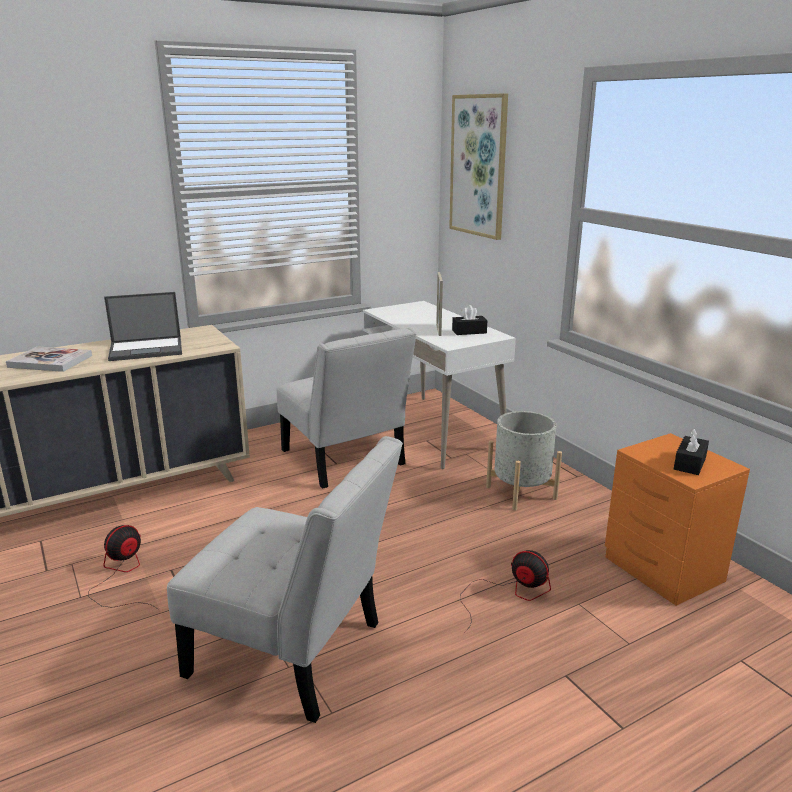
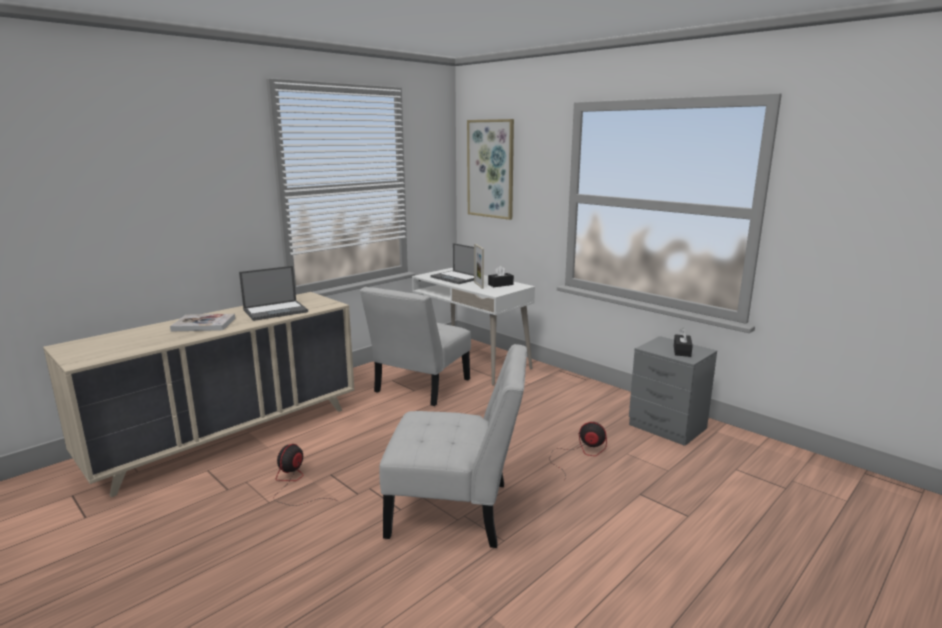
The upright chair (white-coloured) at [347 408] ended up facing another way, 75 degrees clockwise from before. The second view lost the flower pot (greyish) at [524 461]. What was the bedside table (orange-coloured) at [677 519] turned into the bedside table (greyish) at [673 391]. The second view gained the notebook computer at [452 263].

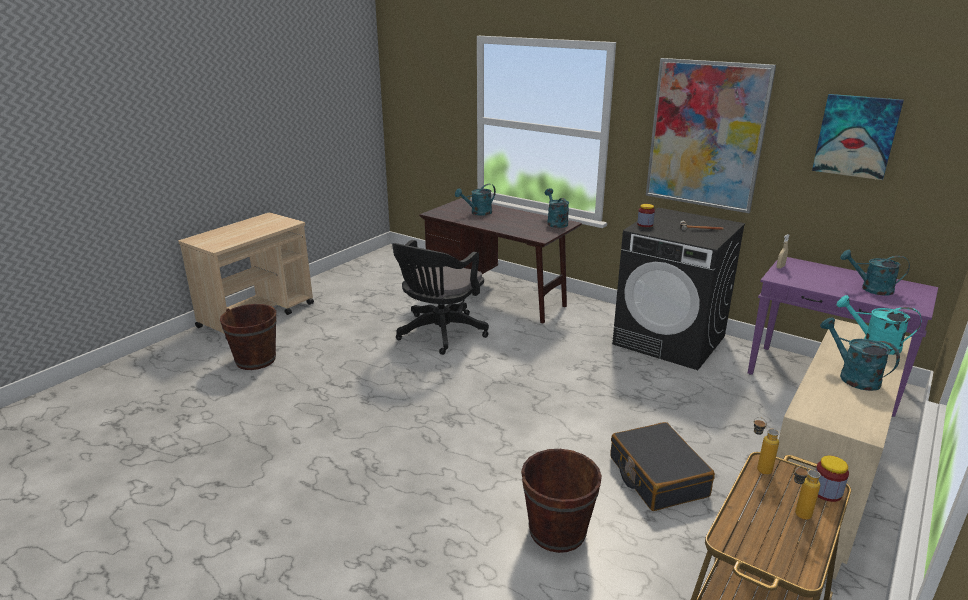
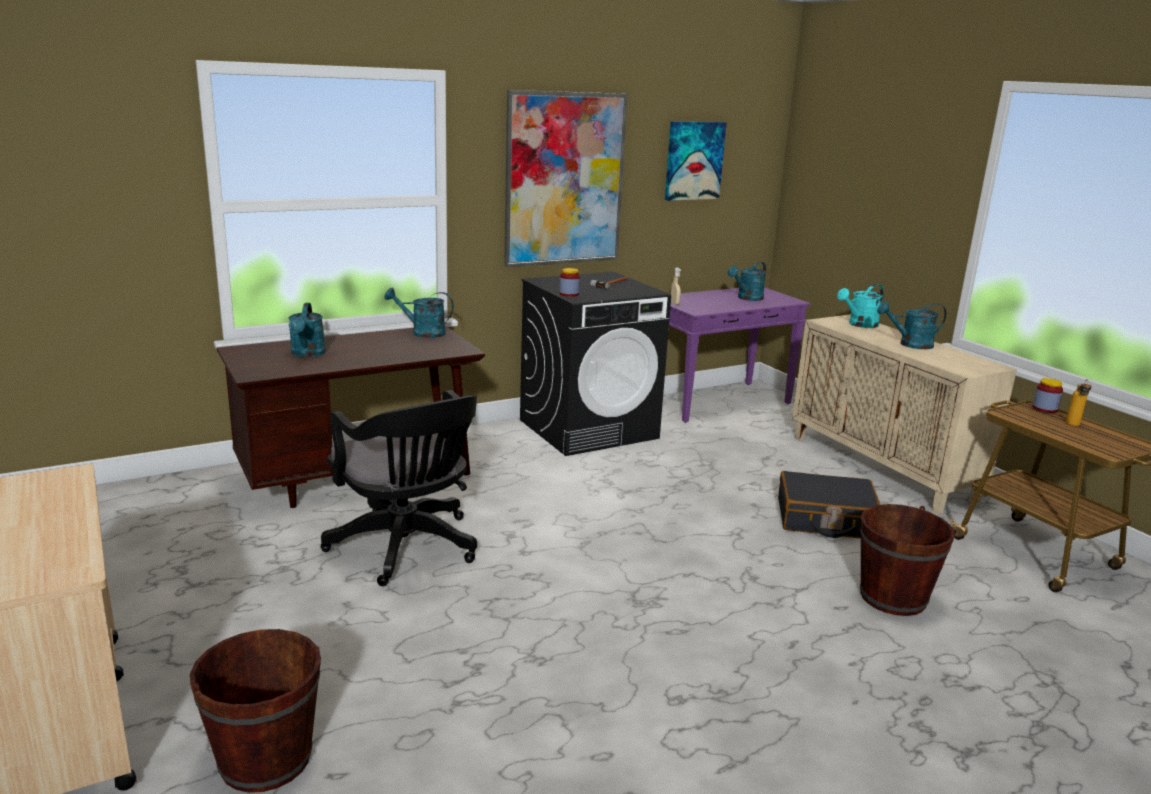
The second view lost the beverage bottle at [766 446].

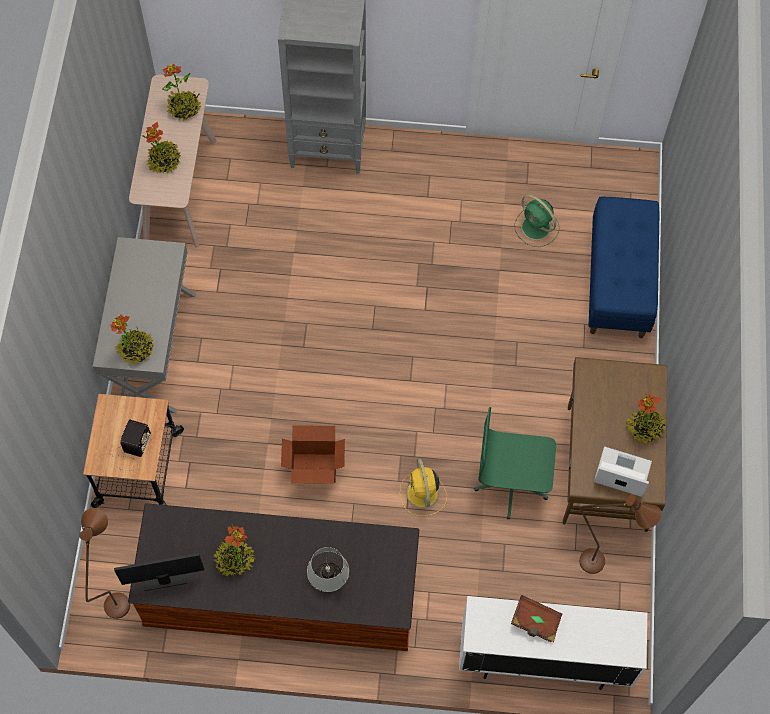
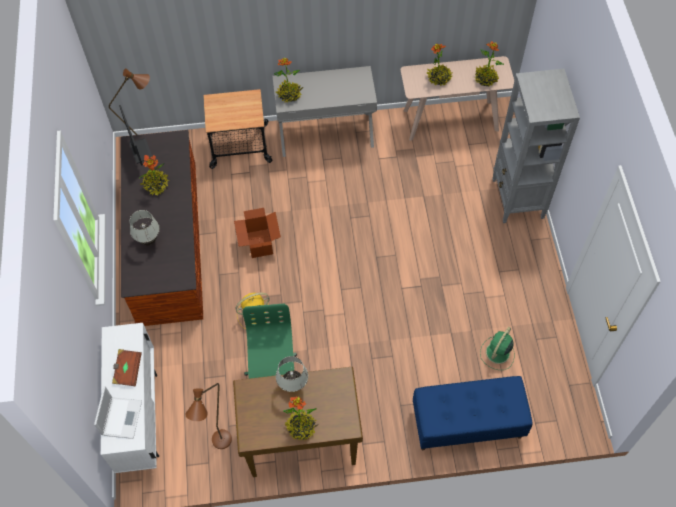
The second view lost the radio at [130 445]. The notebook computer ended up elsewhere, having gone from [623 471] to [118 412]. The second view gained the lamp for a table (white-coloured) at [292 374].

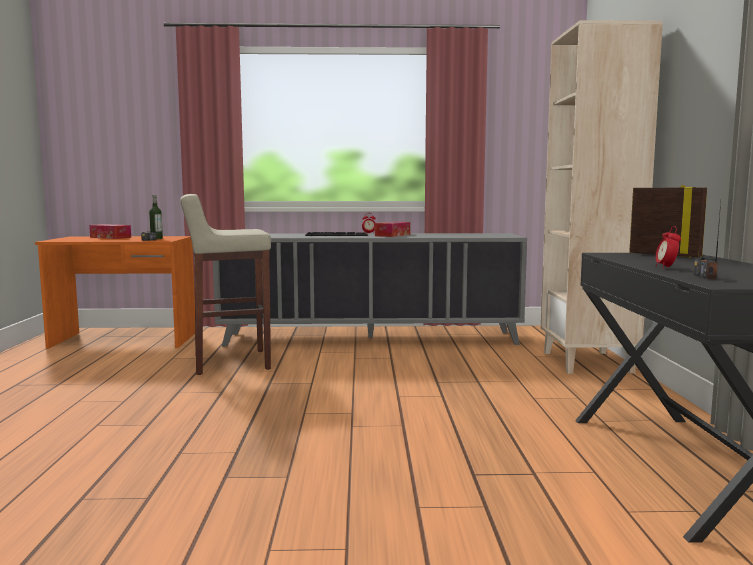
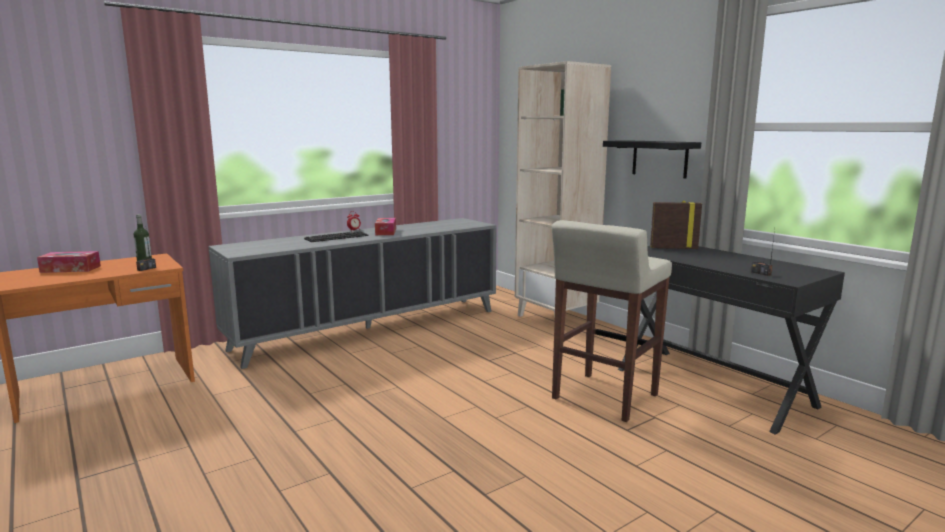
The sitting stool (beige) ended up elsewhere, having gone from [225 284] to [611 321]. The second view lost the table clock at [668 247]. The second view gained the wall shelf (blackish) at [652 159].

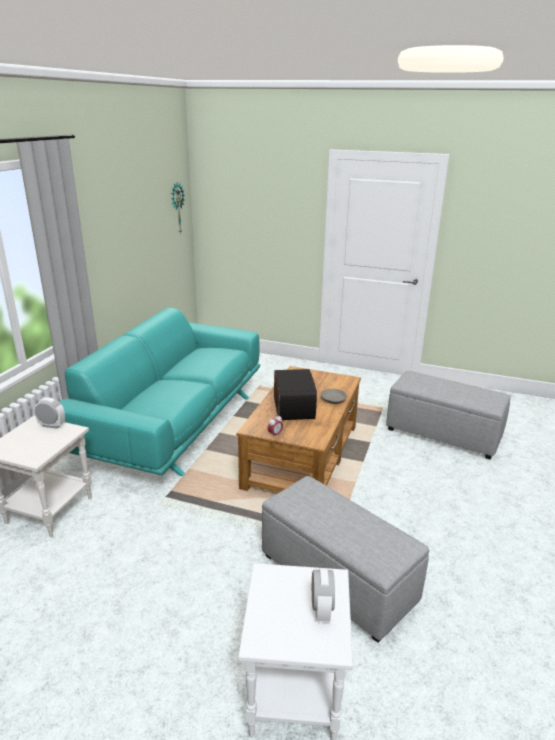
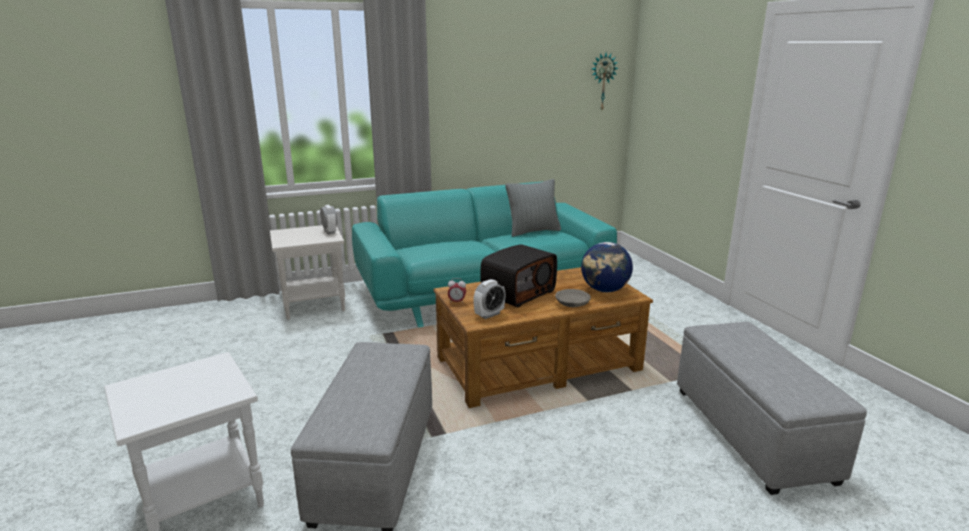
The table clock ended up elsewhere, having gone from [323 595] to [489 299]. The second view gained the pillow (greyish) at [533 208]. The second view gained the desk globe at [607 267].

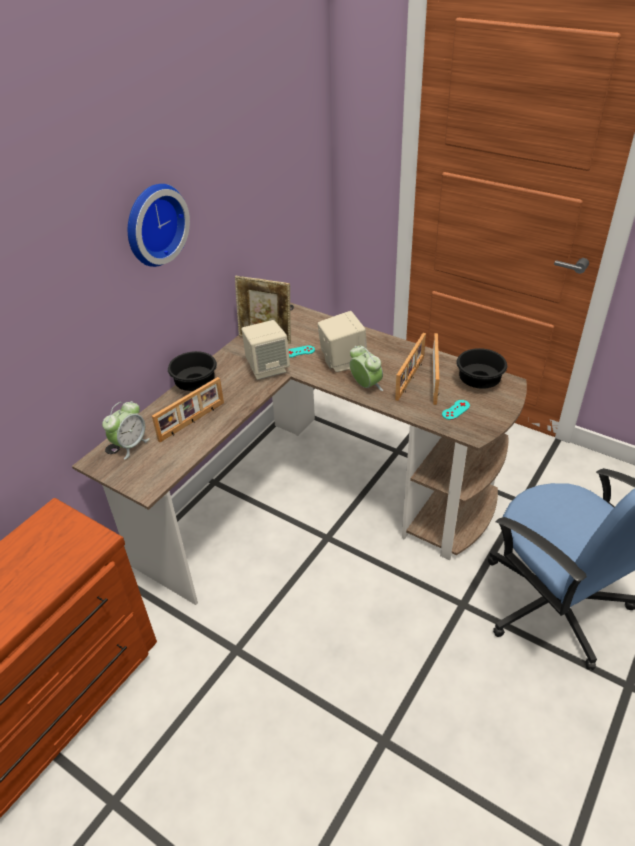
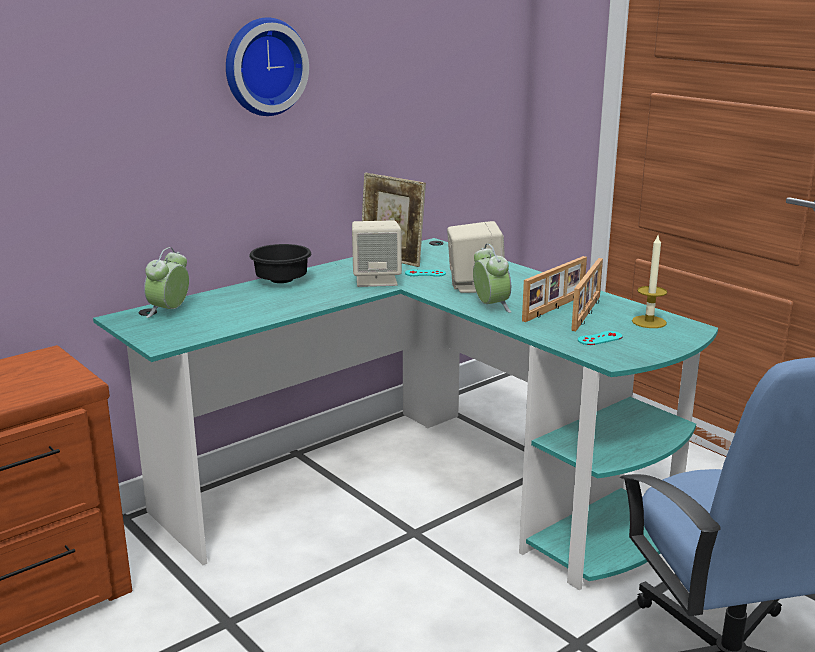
What was the desk (brown-coloured) at [299 453] turned into the desk (blue-green) at [405 414]. Where the deep dish (blackish) stood at [481 368], the wax candle came to stand at [649 282]. The second view lost the standing frame at [188 409]. The table clock at [126 430] ended up facing another way, 150 degrees clockwise from before.

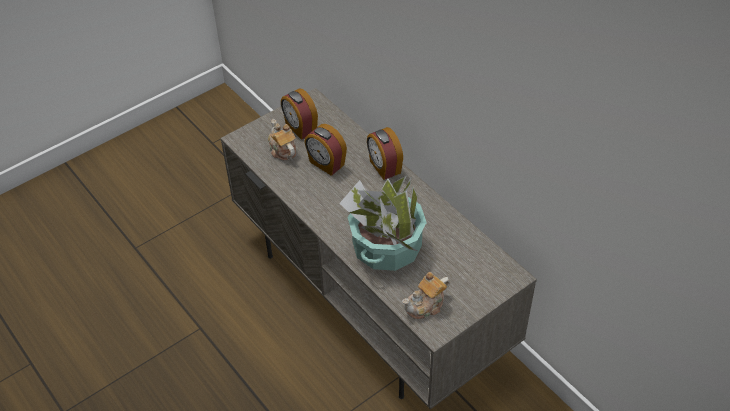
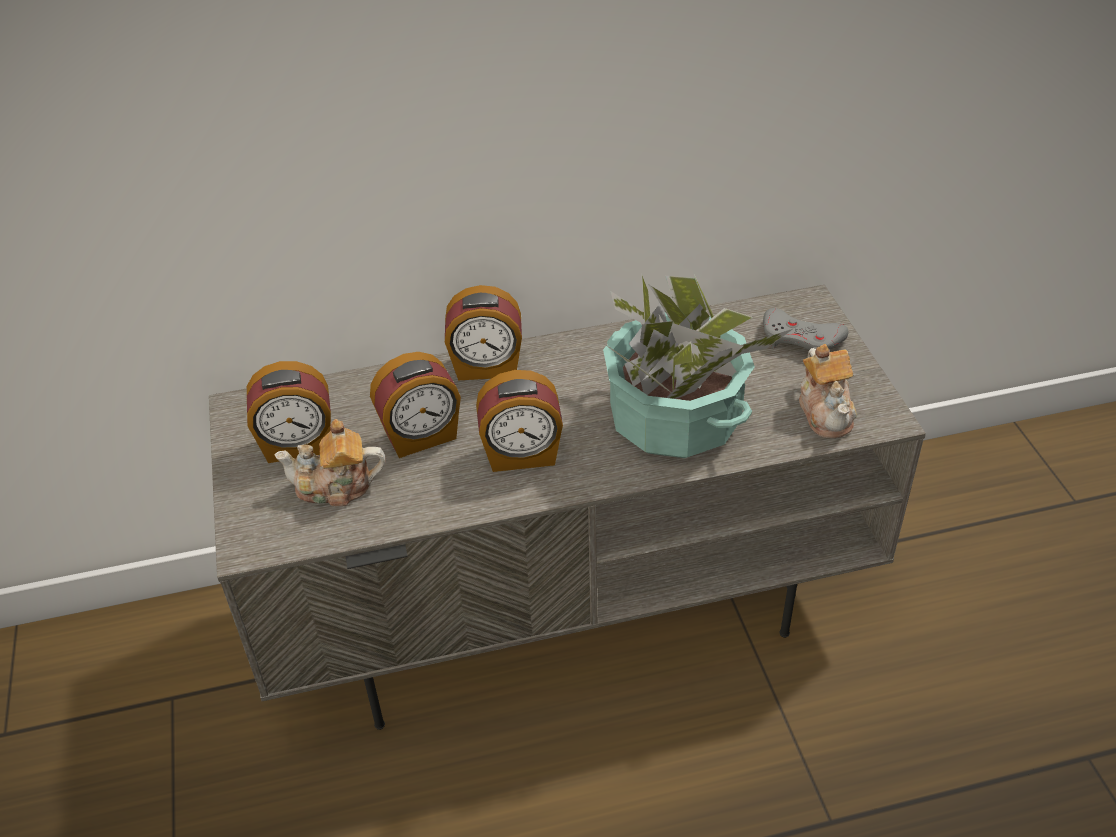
The second view gained the game controller (greyish) at [805 329]. The second view gained the table clock at [519 421].

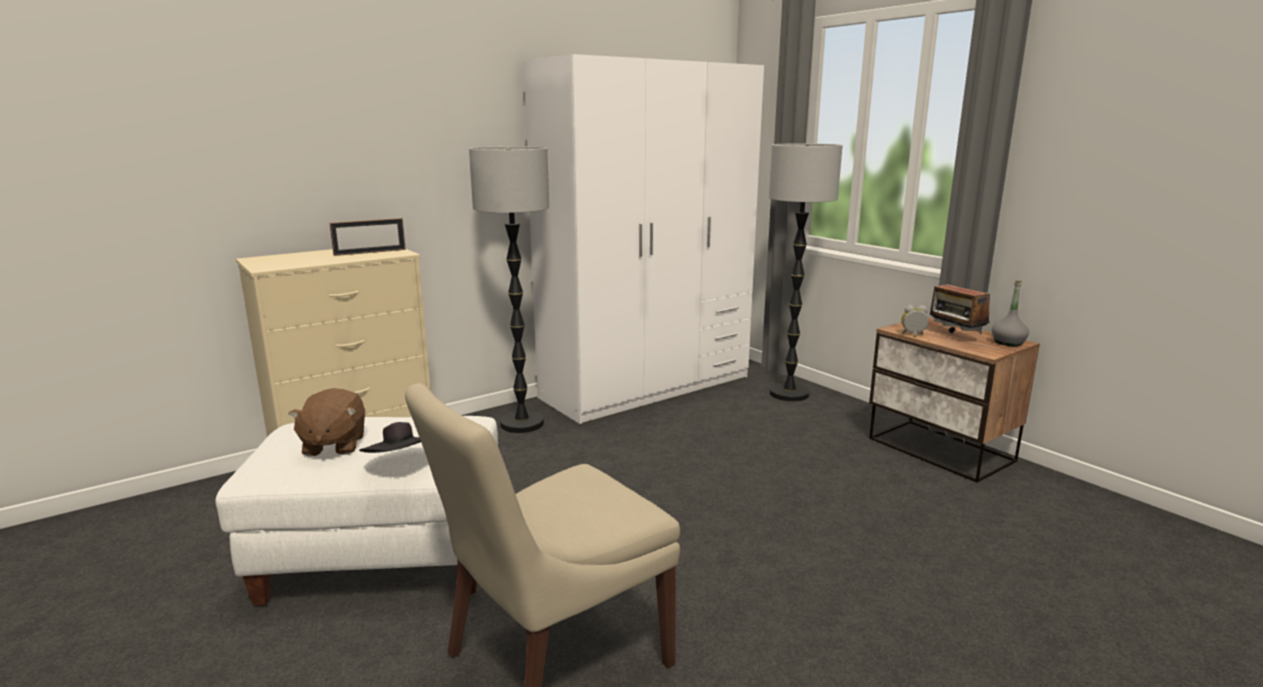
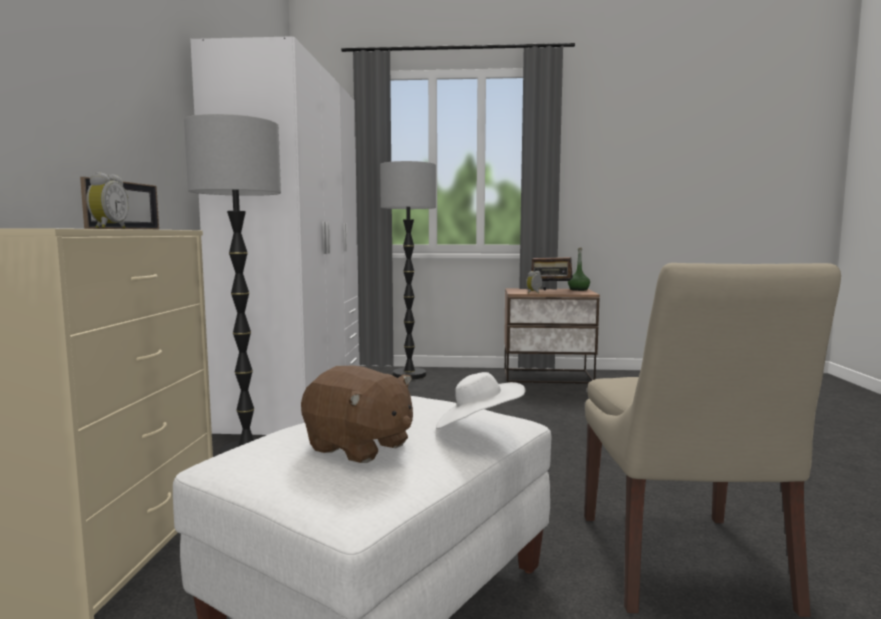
What was the beverage bottle (greyish) at [1010 313] turned into the beverage bottle (green-coloured) at [579 269]. What was the wearable hat (blackish) at [390 437] turned into the wearable hat (white-coloured) at [481 400]. The second view gained the table clock at [108 200].

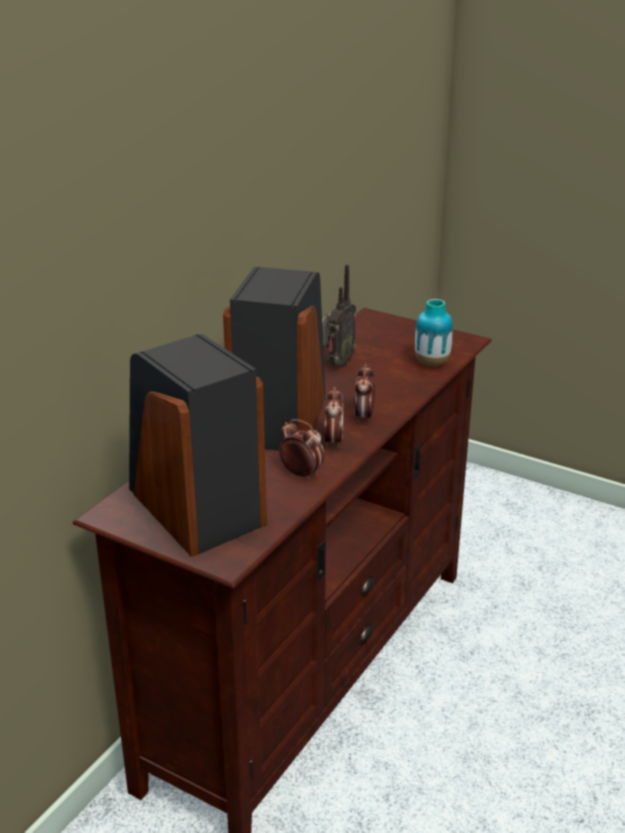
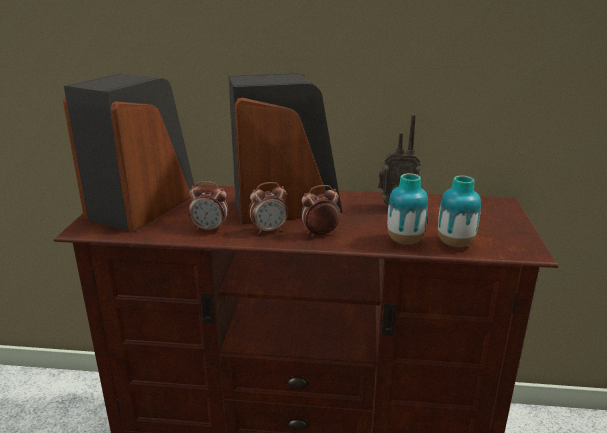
The table clock at [302 449] ended up facing another way, 90 degrees clockwise from before. The second view gained the vase at [407 208].

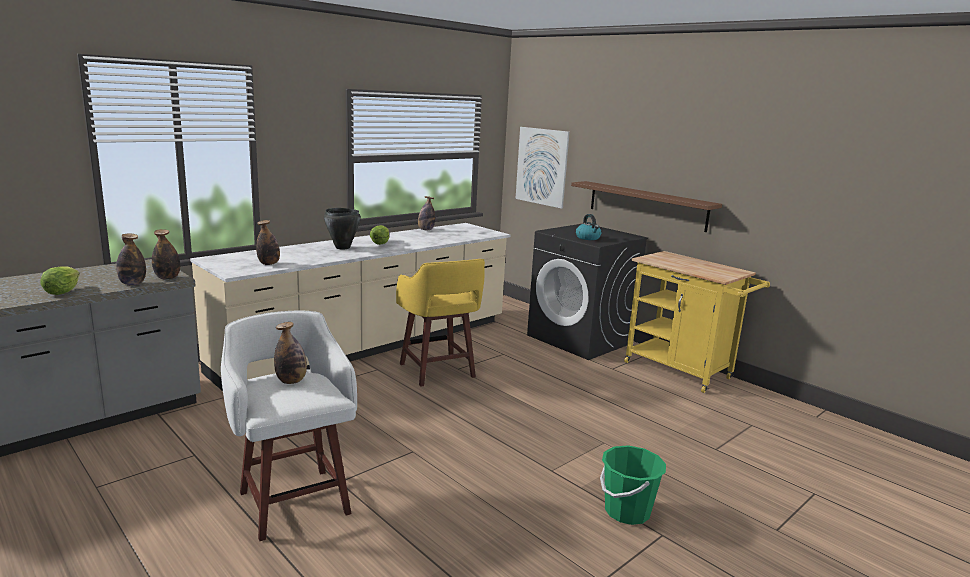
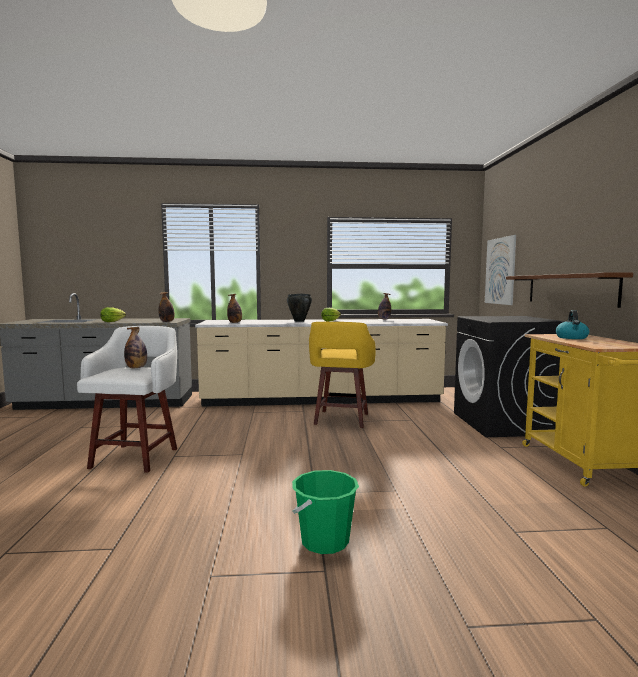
The tea kettle ended up elsewhere, having gone from [589 227] to [573 324]. The second view lost the beverage bottle at [131 259].

